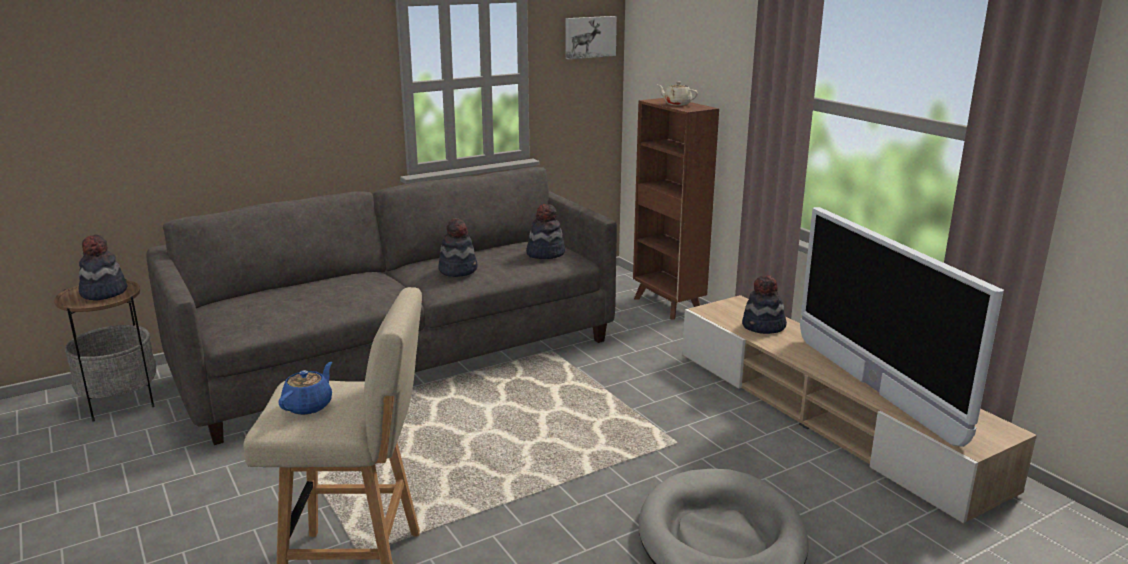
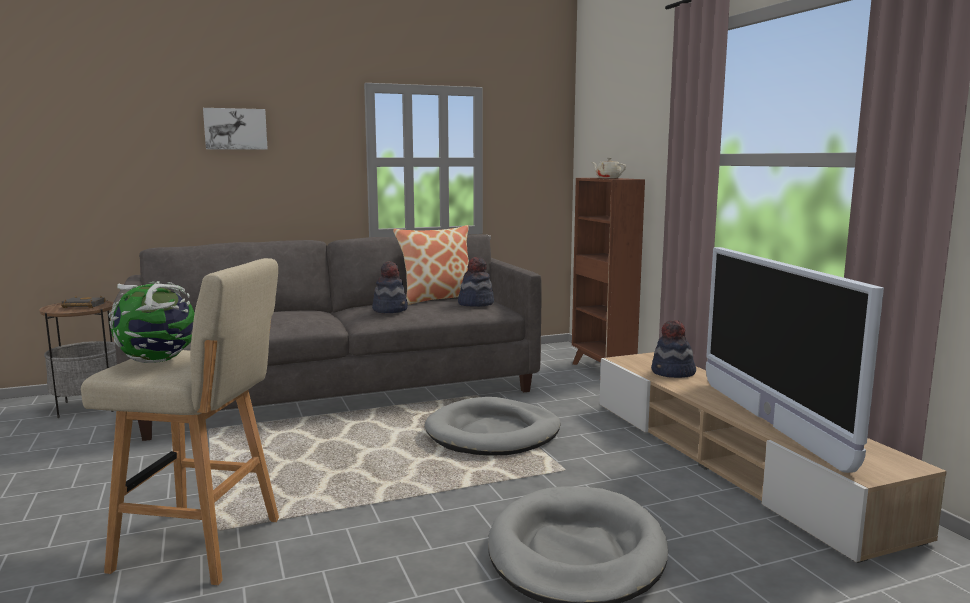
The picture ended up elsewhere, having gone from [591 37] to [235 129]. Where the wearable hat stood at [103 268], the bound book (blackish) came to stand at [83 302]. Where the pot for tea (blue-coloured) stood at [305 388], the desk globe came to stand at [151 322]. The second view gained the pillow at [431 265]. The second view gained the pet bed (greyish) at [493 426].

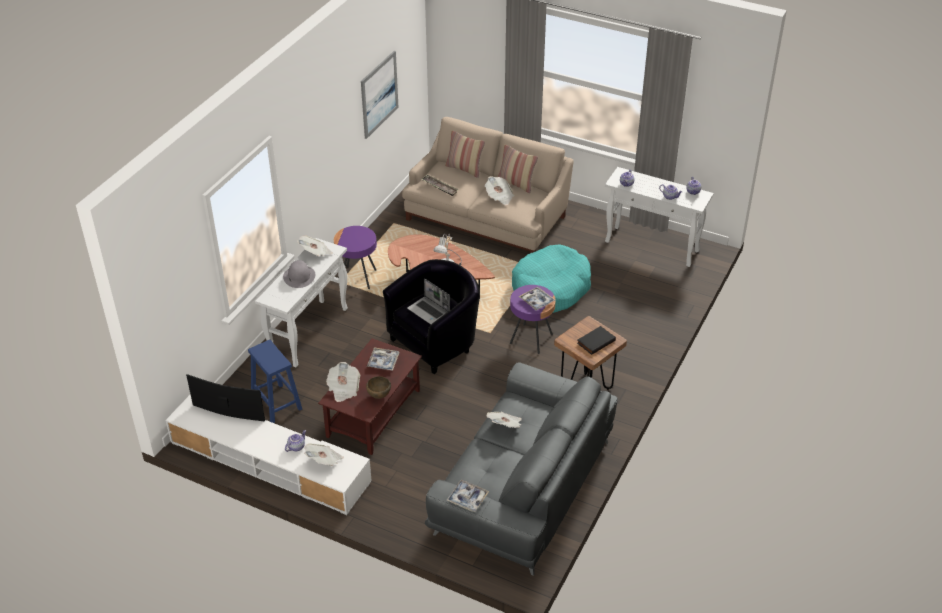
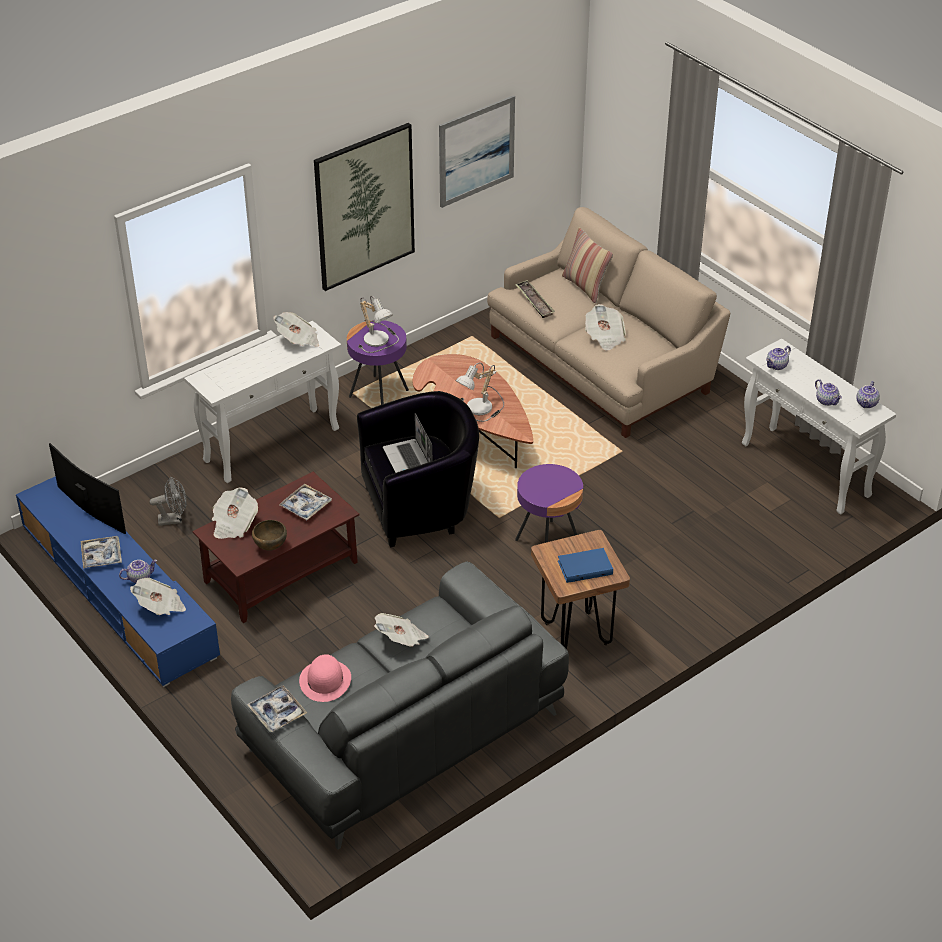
The second view lost the pillow at [518 168]. The second view lost the pet bed (blue-green) at [551 278]. The second view lost the wearable hat (greyish) at [299 274]. The tray ended up elsewhere, having gone from [537 299] to [101 552]. What was the bound book (blackish) at [596 340] turned into the bound book (blue-coloured) at [585 565]. Where the sitting stool (blue-coloured) stood at [275 381], the electric fan (greyish) came to stand at [168 501]. What was the tv unit (white-coloured) at [268 454] turned into the tv unit (blue-coloured) at [118 581]. The second view gained the picture at [364 207]. The second view gained the lamp for a table at [378 324]. The second view gained the wearable hat (pinkish) at [325 678].

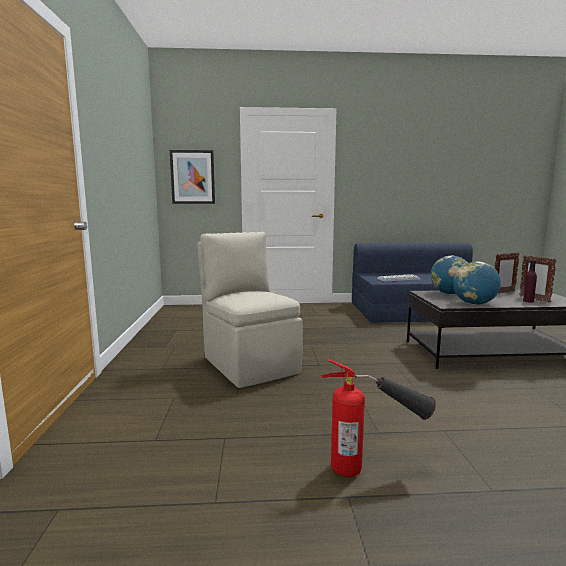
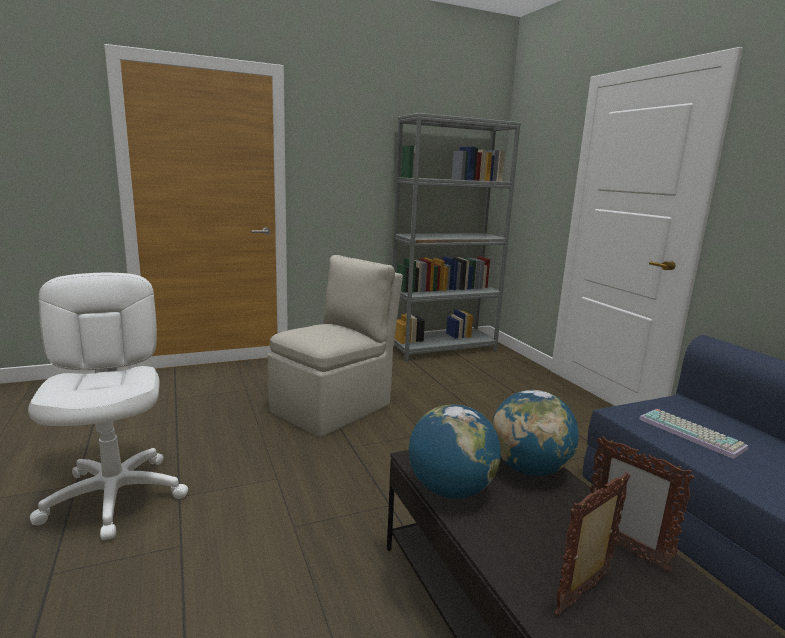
The second view lost the picture at [192 177]. The second view lost the beverage bottle (purple-coloured) at [530 281]. Where the fire extinguisher stood at [378 418], the computer chair (white-coloured) came to stand at [108 407]. The second view gained the bookcase (greyish) at [456 237].

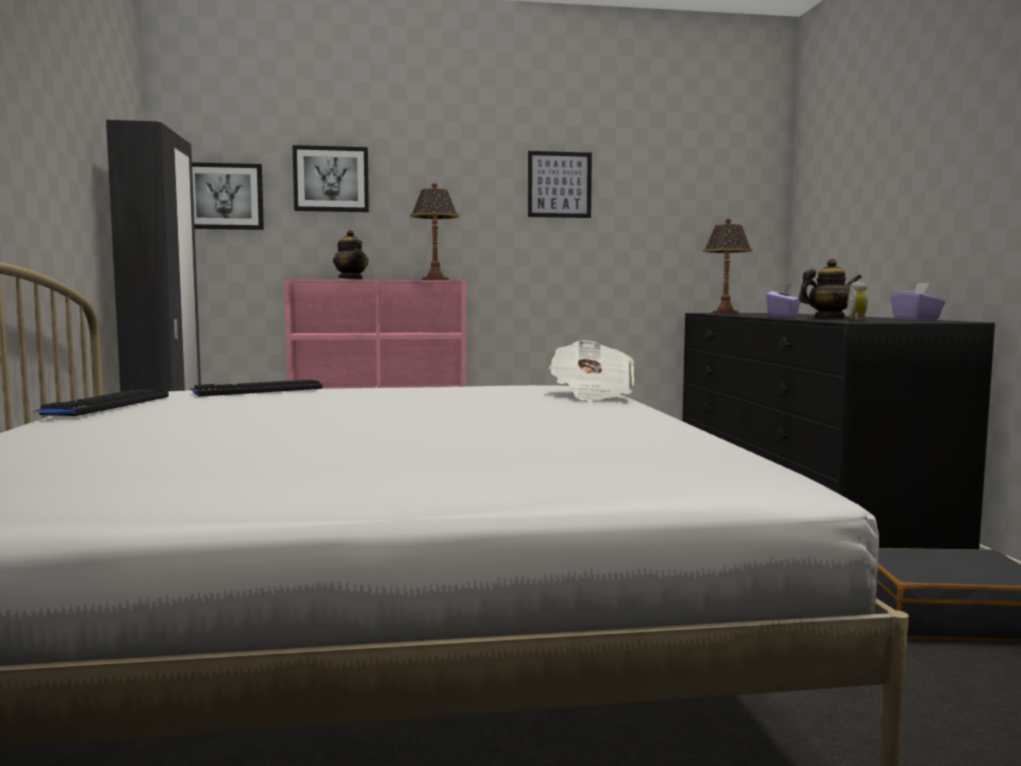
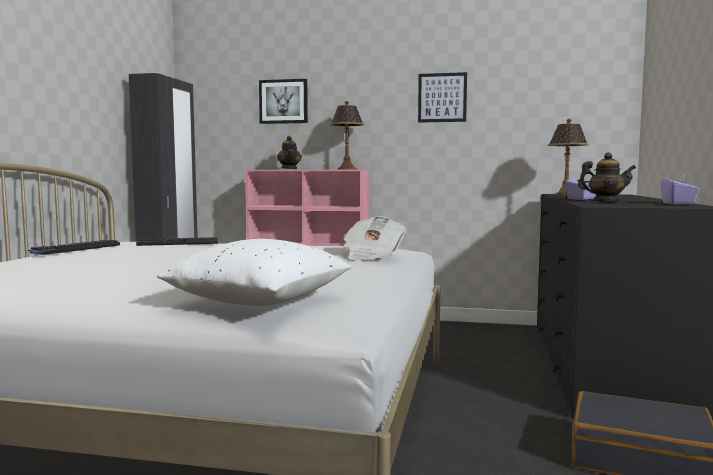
The second view lost the picture at [228 196]. The second view lost the table clock at [857 301]. The second view gained the pillow (white-coloured) at [254 272].

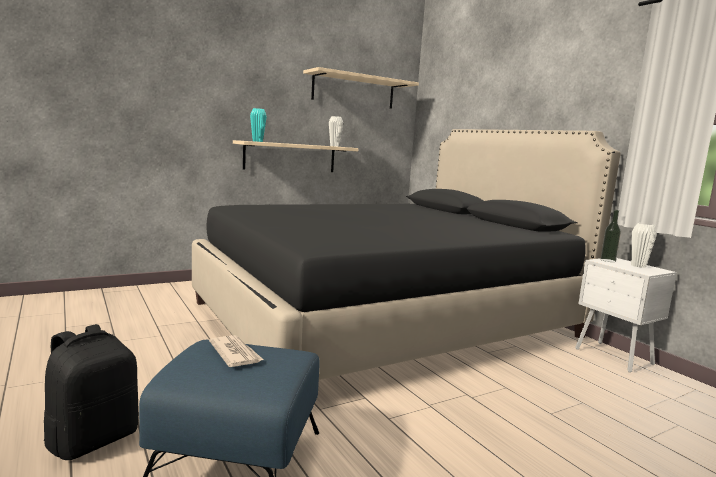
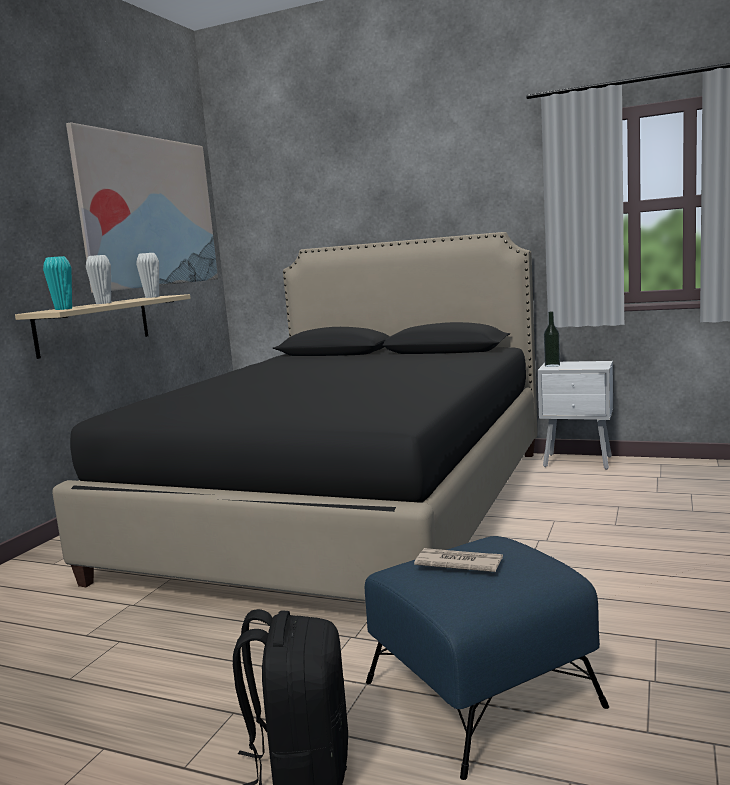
Where the wall shelf (beige) hung at [361 88], the picture came to hang at [142 207]. The vase (white-coloured) ended up elsewhere, having gone from [644 245] to [98 279].

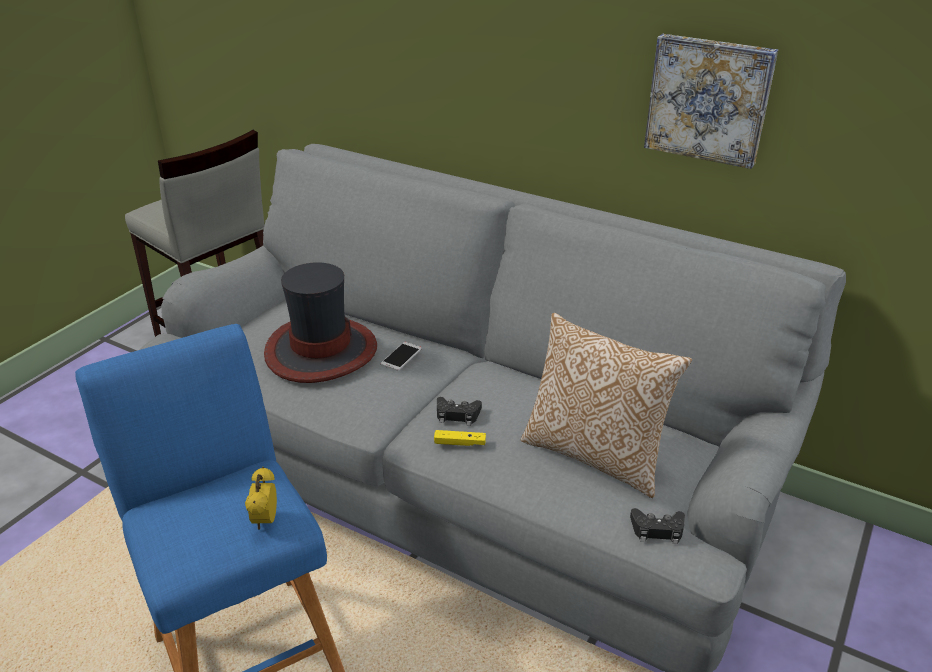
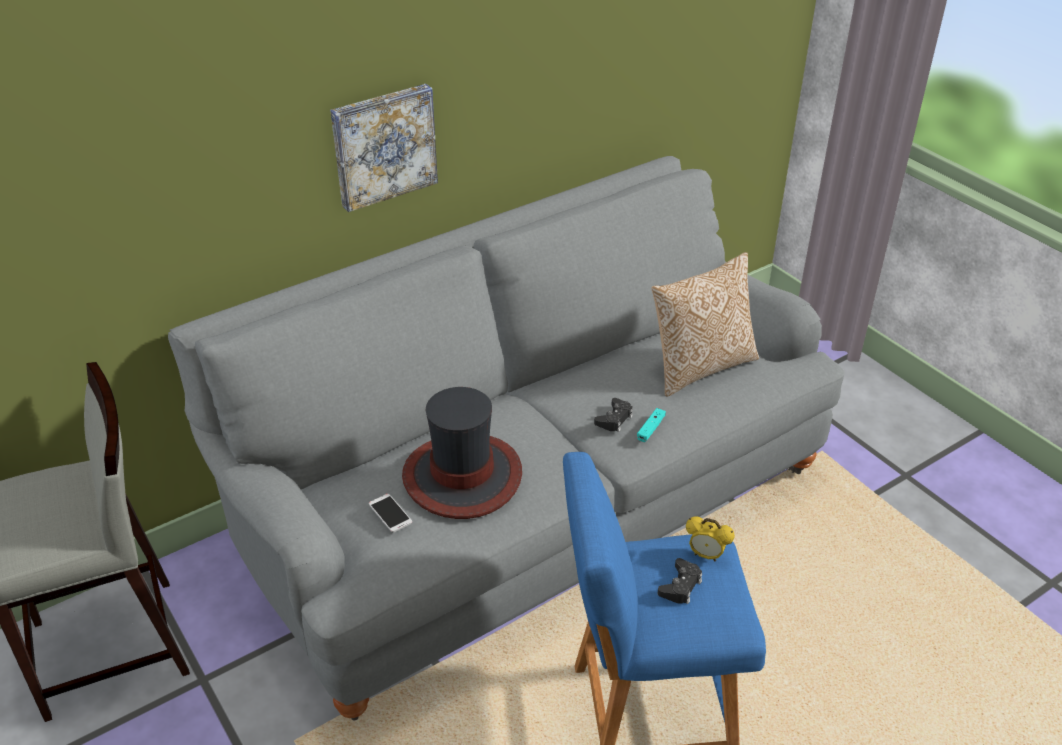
The picture ended up elsewhere, having gone from [711 101] to [384 148]. The phone ended up elsewhere, having gone from [401 356] to [390 513]. What was the game controller (yellowish) at [460 438] turned into the game controller (blue-green) at [651 425]. The game controller (blackish) ended up elsewhere, having gone from [657 526] to [680 581].

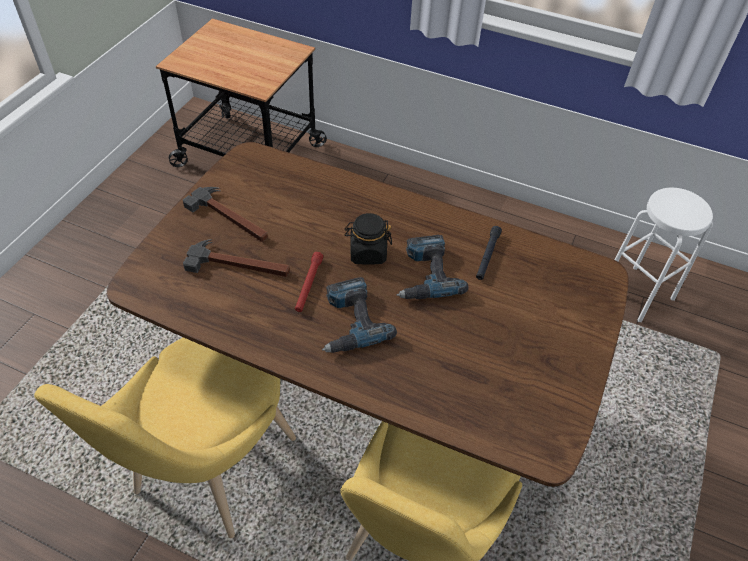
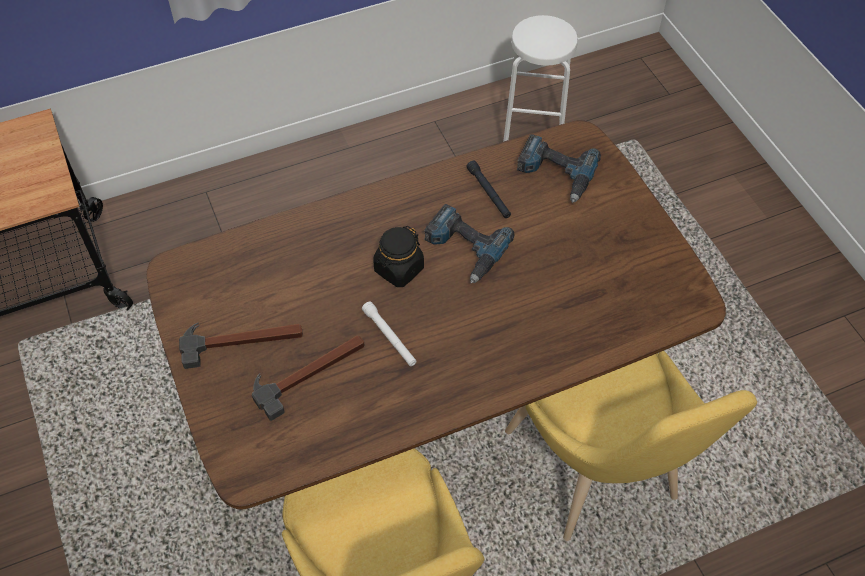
What was the hand torch (red-coloured) at [309 282] turned into the hand torch (white-coloured) at [389 333]. The drill ended up elsewhere, having gone from [359 315] to [559 168].

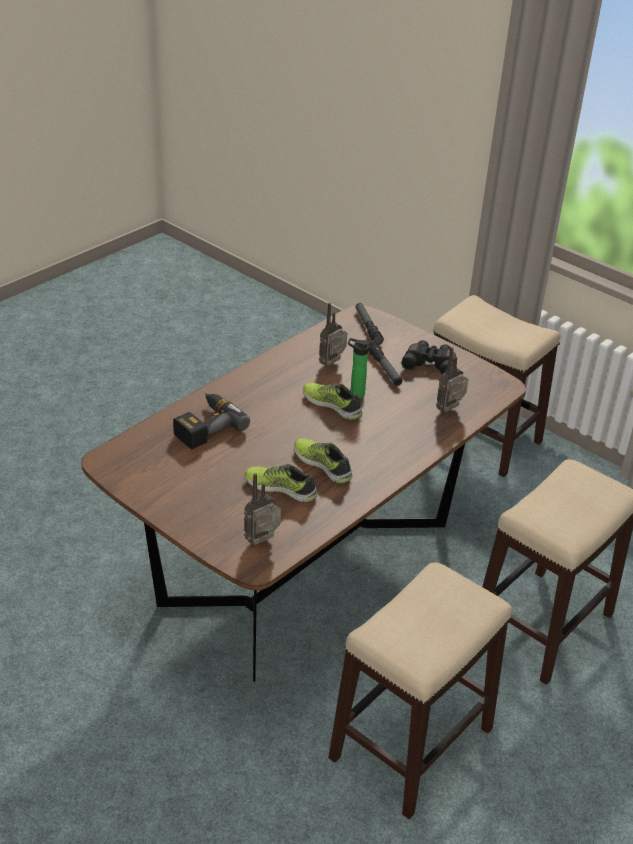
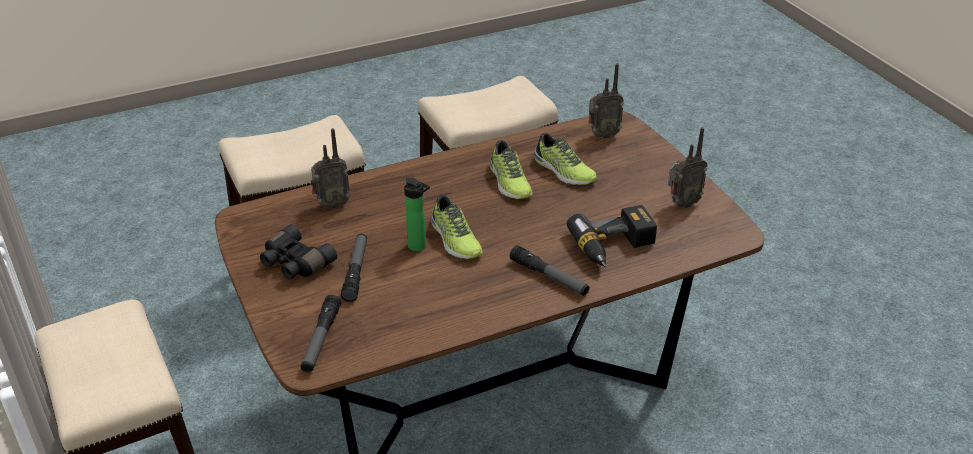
The radio ended up elsewhere, having gone from [333 334] to [688 167]. The second view gained the hand torch at [550 270].

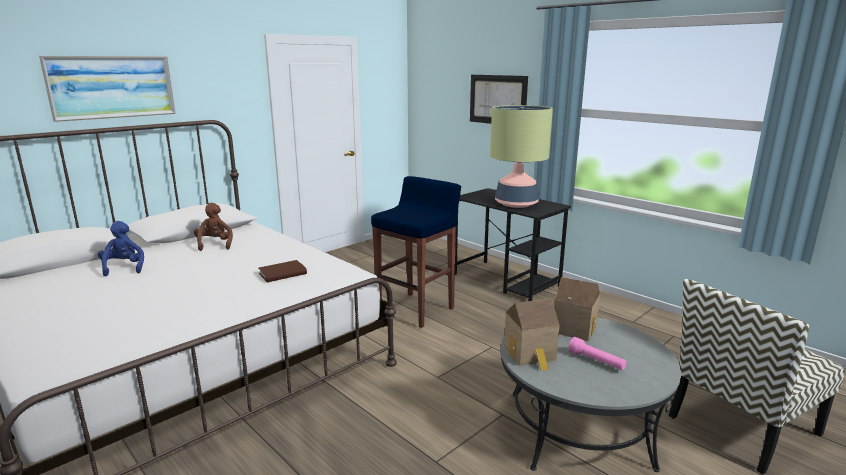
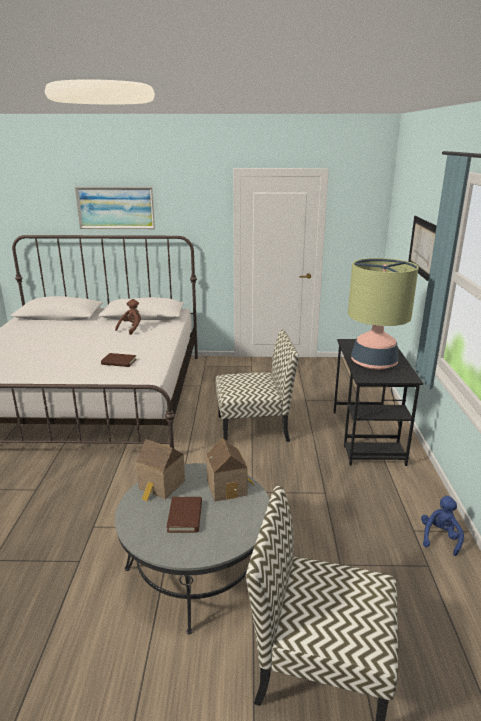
Where the sitting stool (blue-coloured) stood at [416 252], the upright chair came to stand at [257 385]. The soft toy (blue-coloured) ended up elsewhere, having gone from [121 248] to [442 526]. Where the hand torch (pinkish) stood at [597 353], the bound book (brown-coloured) came to stand at [184 515].

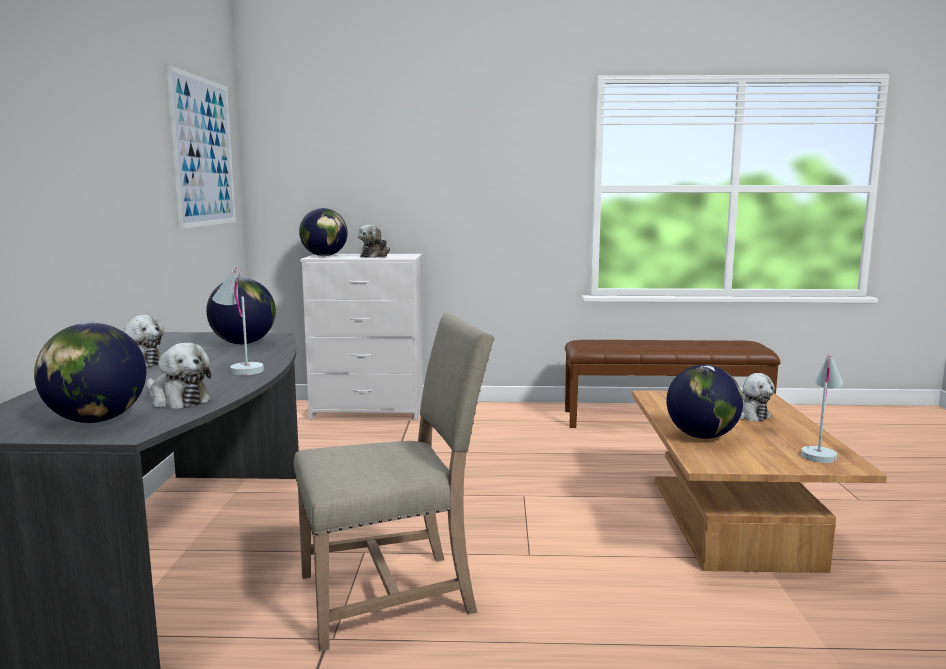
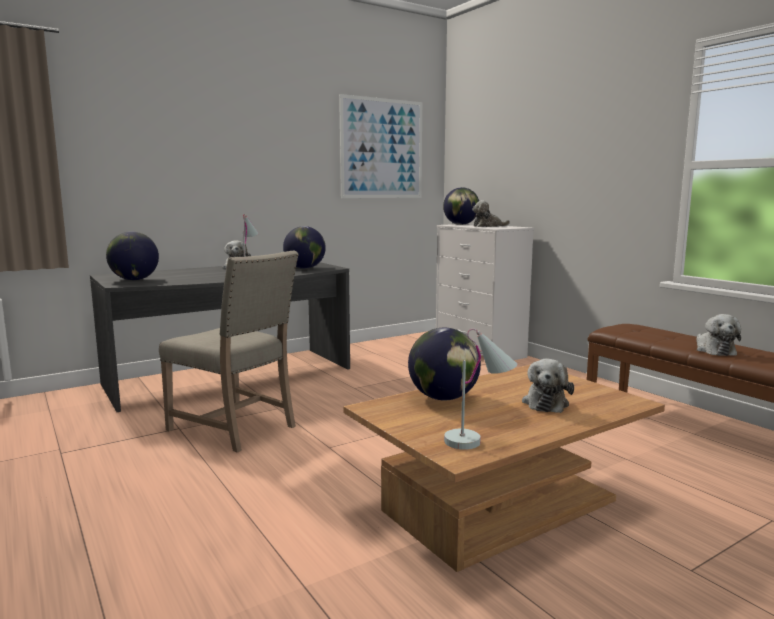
The soft toy ended up elsewhere, having gone from [178 376] to [719 335].

